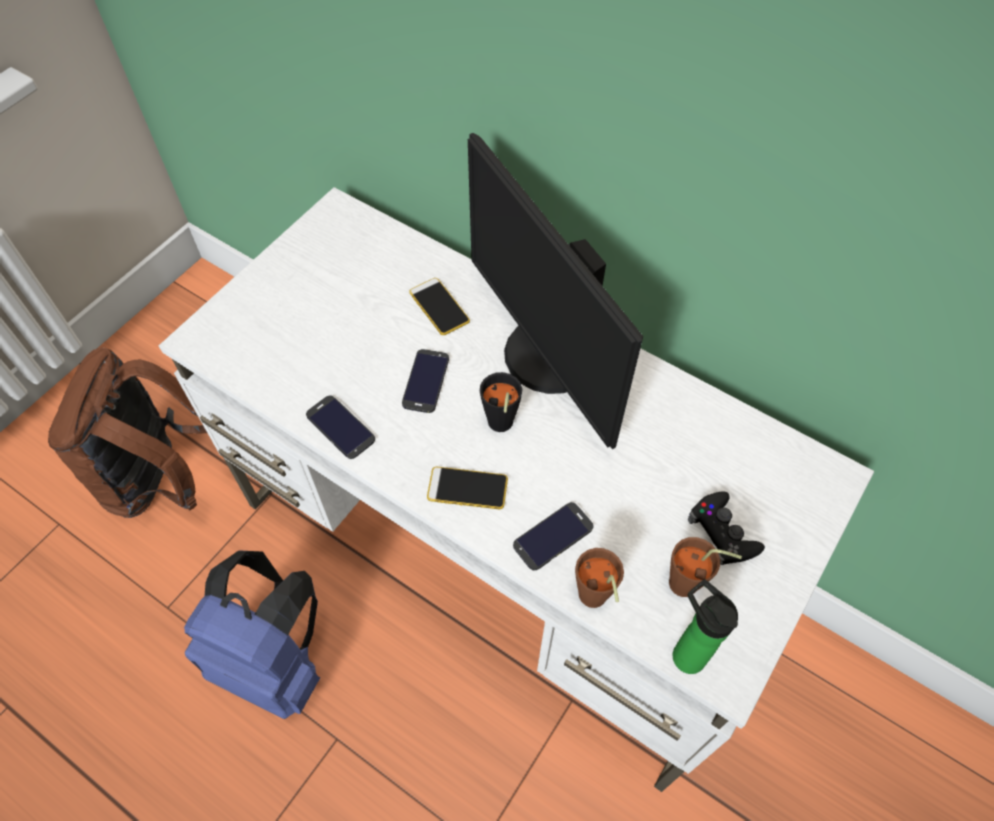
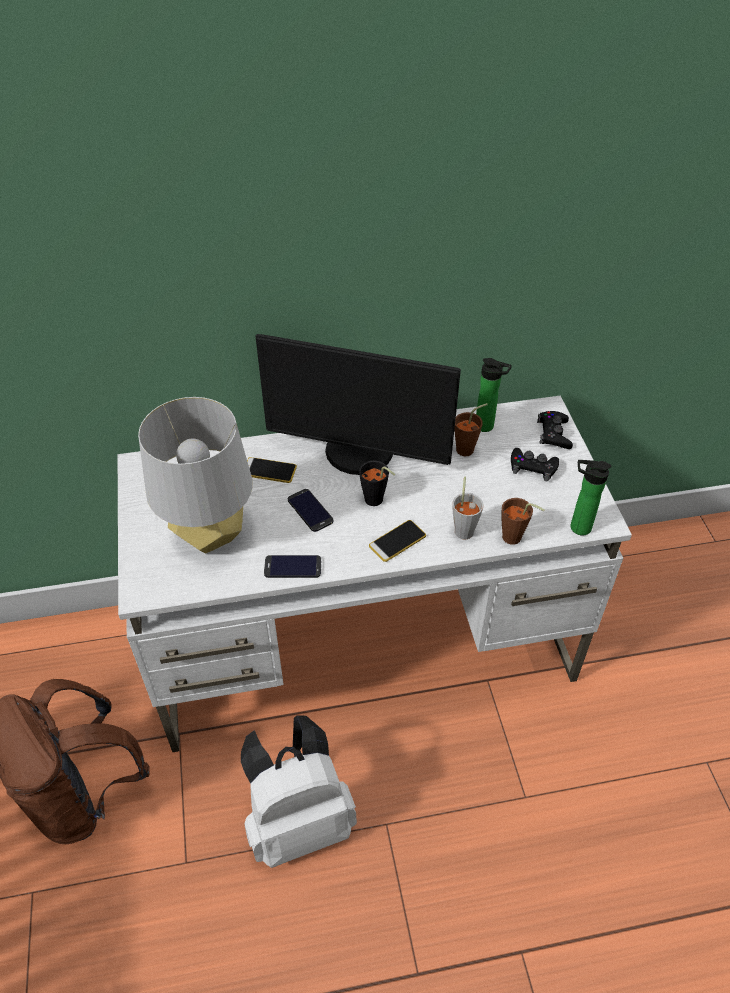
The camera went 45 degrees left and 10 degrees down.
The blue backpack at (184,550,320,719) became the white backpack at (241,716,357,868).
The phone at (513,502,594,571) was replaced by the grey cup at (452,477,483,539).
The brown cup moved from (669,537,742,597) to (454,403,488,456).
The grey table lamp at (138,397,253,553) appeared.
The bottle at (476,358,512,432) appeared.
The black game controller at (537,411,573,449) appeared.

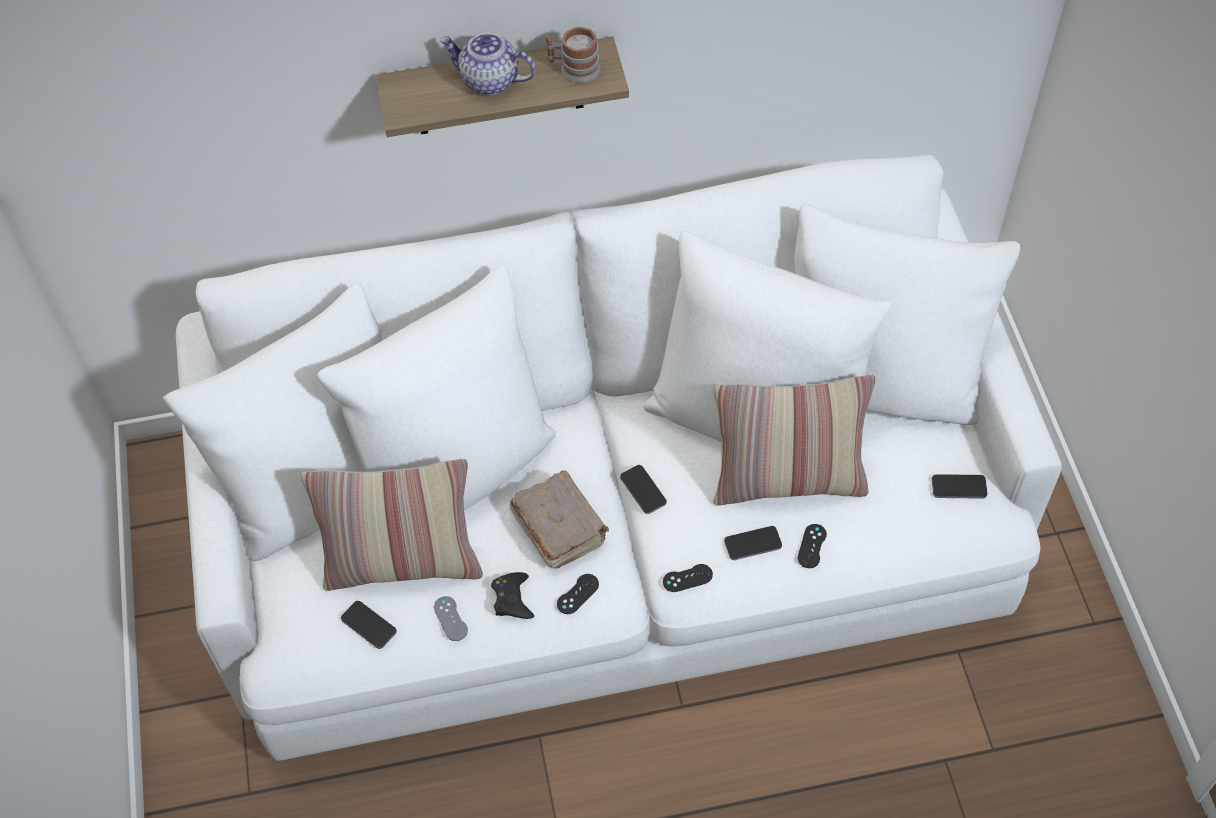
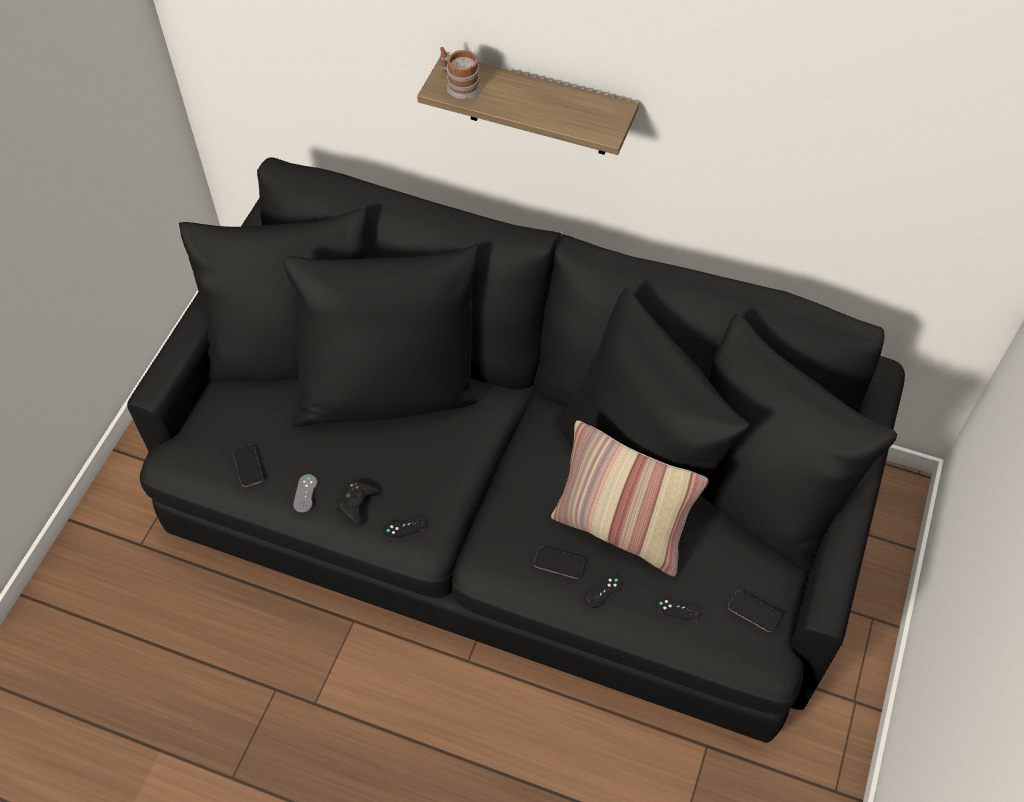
The camera went 30 degrees right and 0 degrees up.
The white sofa at (163,154,1062,761) became the black sofa at (127,157,905,743).
The pillow at (301,459,483,591) disappeared.
The teapot at (440,33,535,95) disappeared.
The brown book at (509,470,609,569) disappeared.
The mug moved from (545,27,601,83) to (440,47,481,99).
The phone at (620,465,667,514) disappeared.
The black game controller moved from (663,564,713,592) to (656,596,701,621).

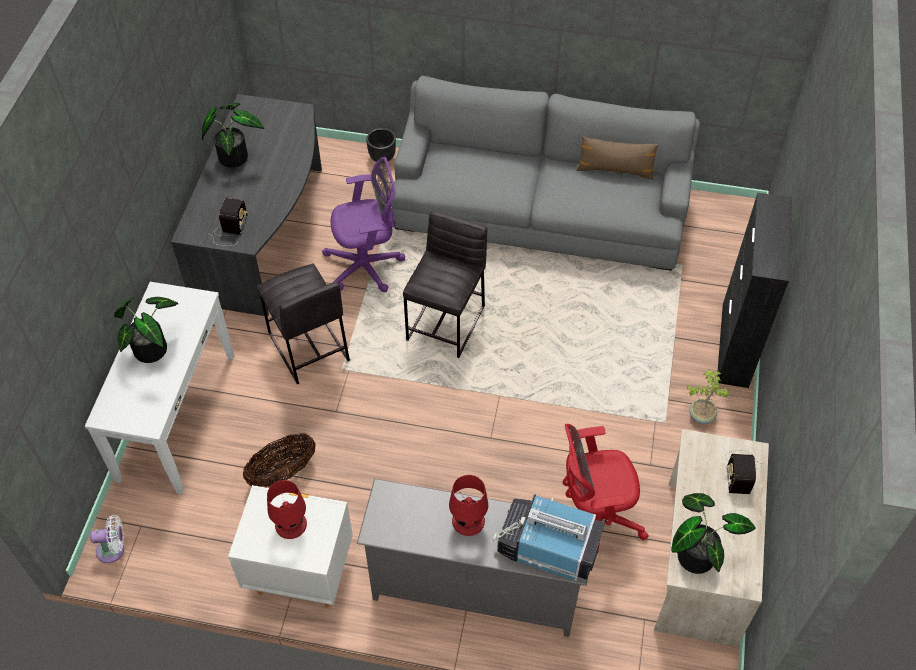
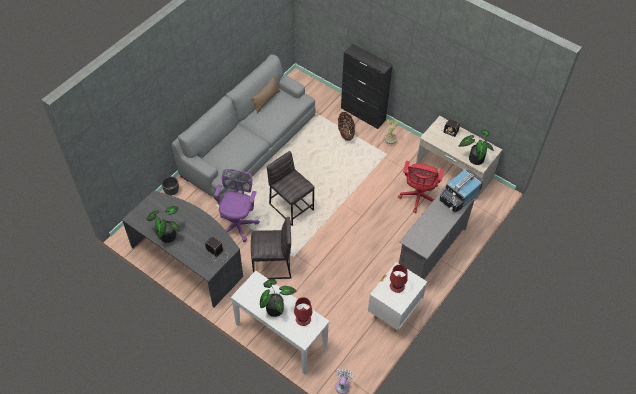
The camera went 65 degrees left and 0 degrees up.
The basket moved from (243,433,315,487) to (338,112,355,141).
The red table lamp moved from (449,475,488,536) to (294,297,312,326).

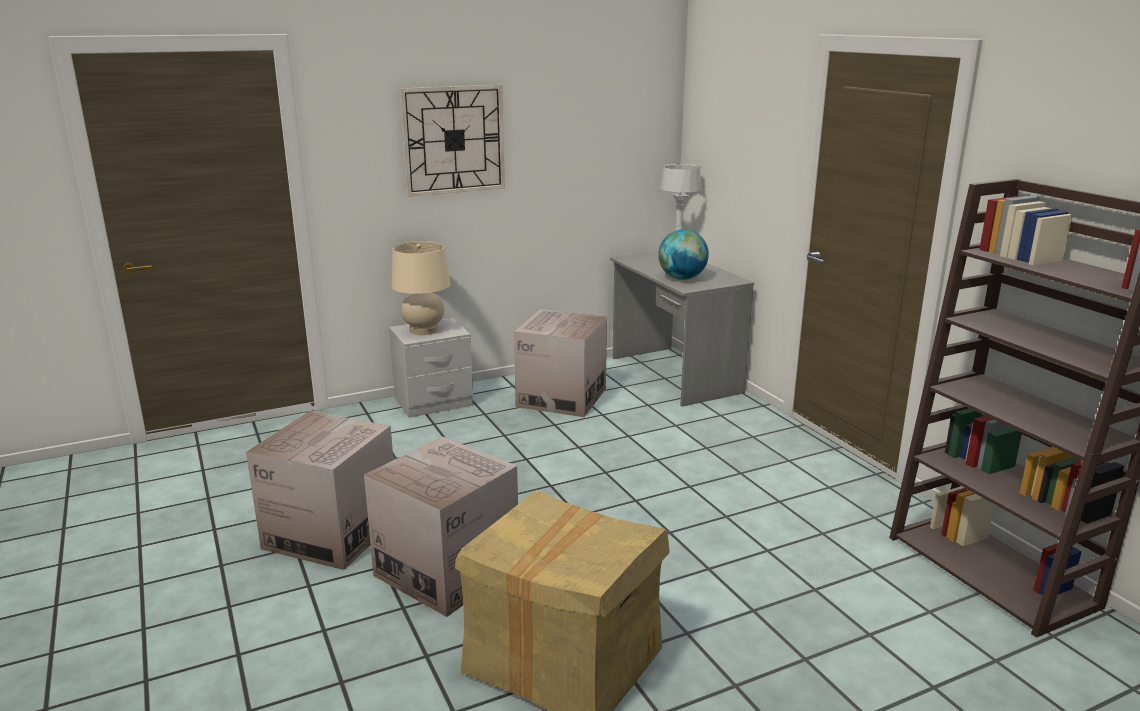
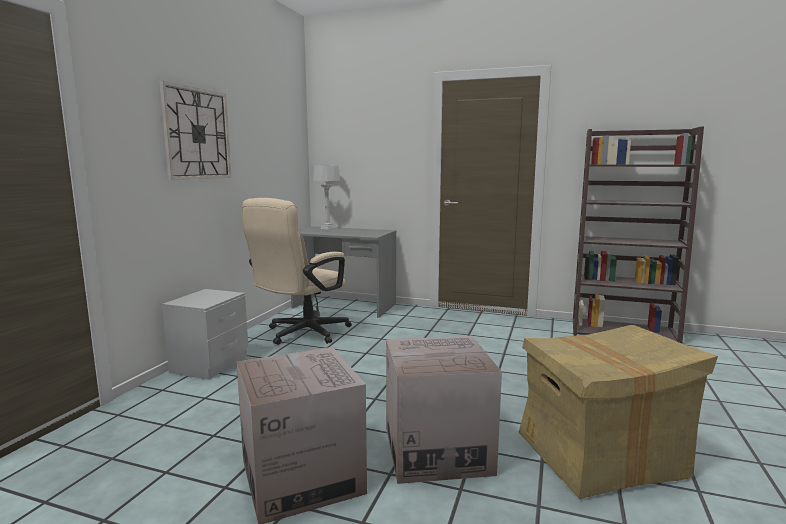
The camera went 45 degrees left and 10 degrees down.
The beige table lamp at (391,241,450,335) disappeared.
The cardboard box at (514,309,607,417) was replaced by the beige office chair at (241,198,352,345).
The globe at (658,229,709,280) disappeared.

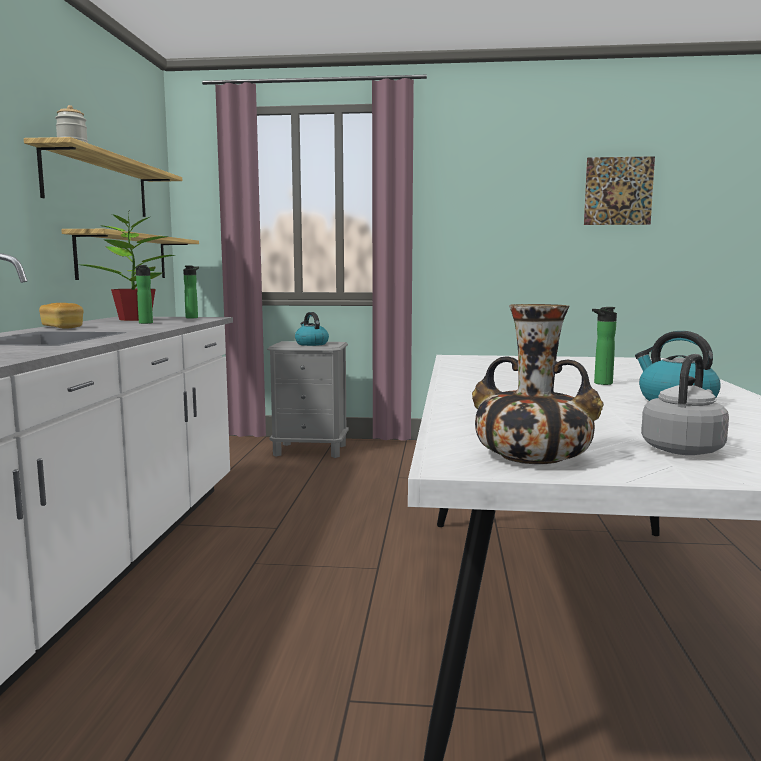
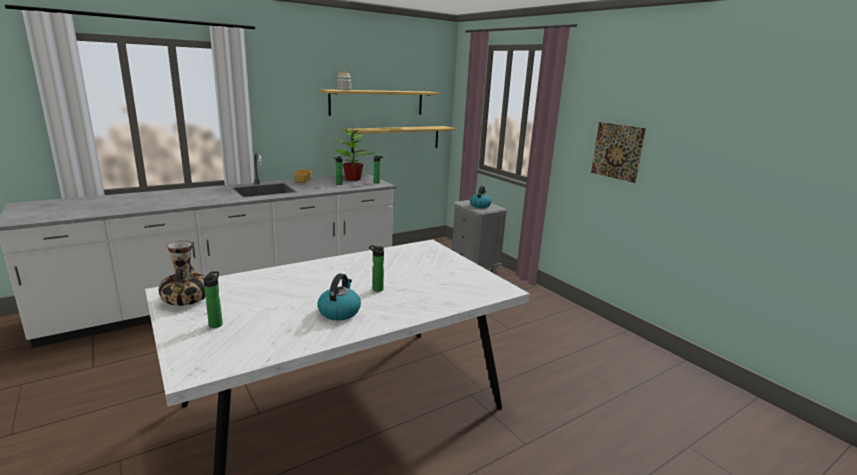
The camera went 50 degrees right and 10 degrees up.
The picture moved from (584,156,655,225) to (591,122,646,183).
The grey kettle at (641,354,729,455) was replaced by the bottle at (203,271,223,328).

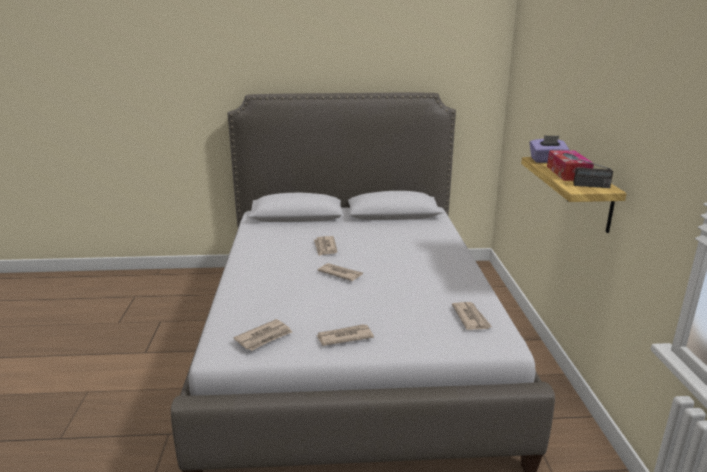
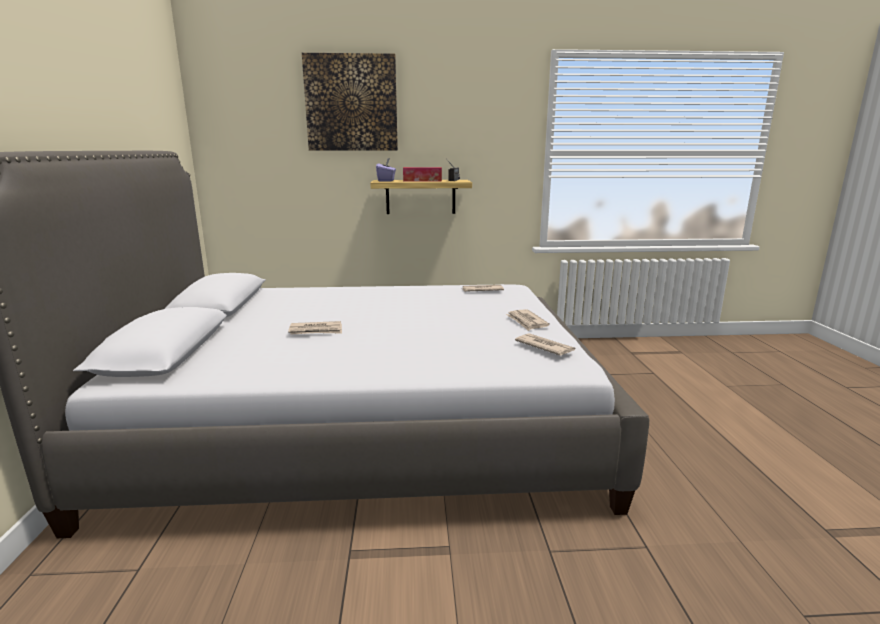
The camera went 90 degrees left and 5 degrees down.
The newspaper at (318,263,363,281) disappeared.
The picture at (302,53,398,151) appeared.

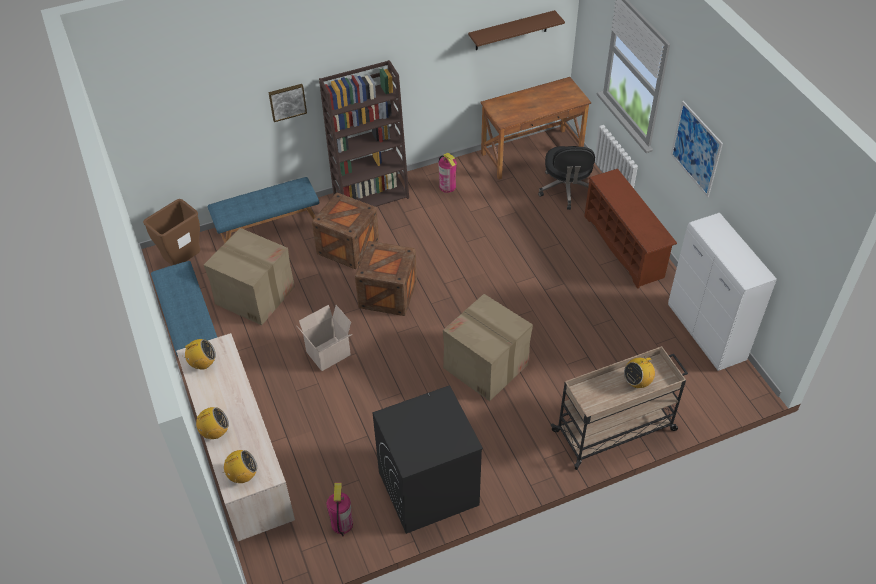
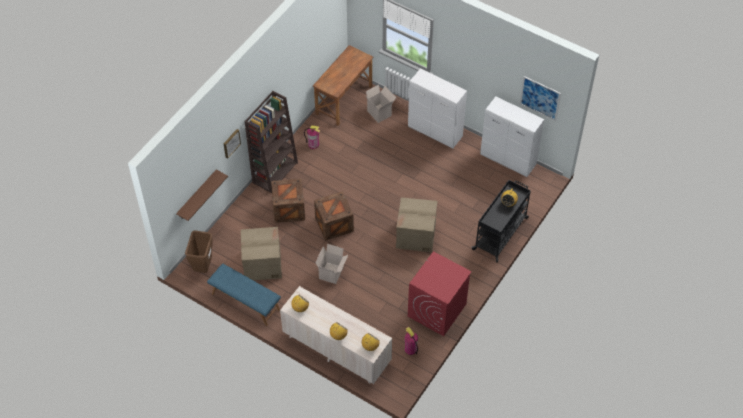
The camera went 35 degrees left and 5 degrees up.
The blue bench at (208,177,319,244) disappeared.
The black washing machine at (373,385,483,534) became the red washing machine at (408,251,472,336).
The brown shelf moved from (468,10,565,50) to (176,170,228,221).
The black office chair at (538,146,595,210) was replaced by the cardboard box at (366,85,396,123).
The beige cart at (551,346,688,470) became the black cart at (471,180,531,262).
The brown shoe rack at (584,169,677,289) was replaced by the white cabinet at (408,68,467,149).
The picture moved from (671,101,723,197) to (520,76,561,121).

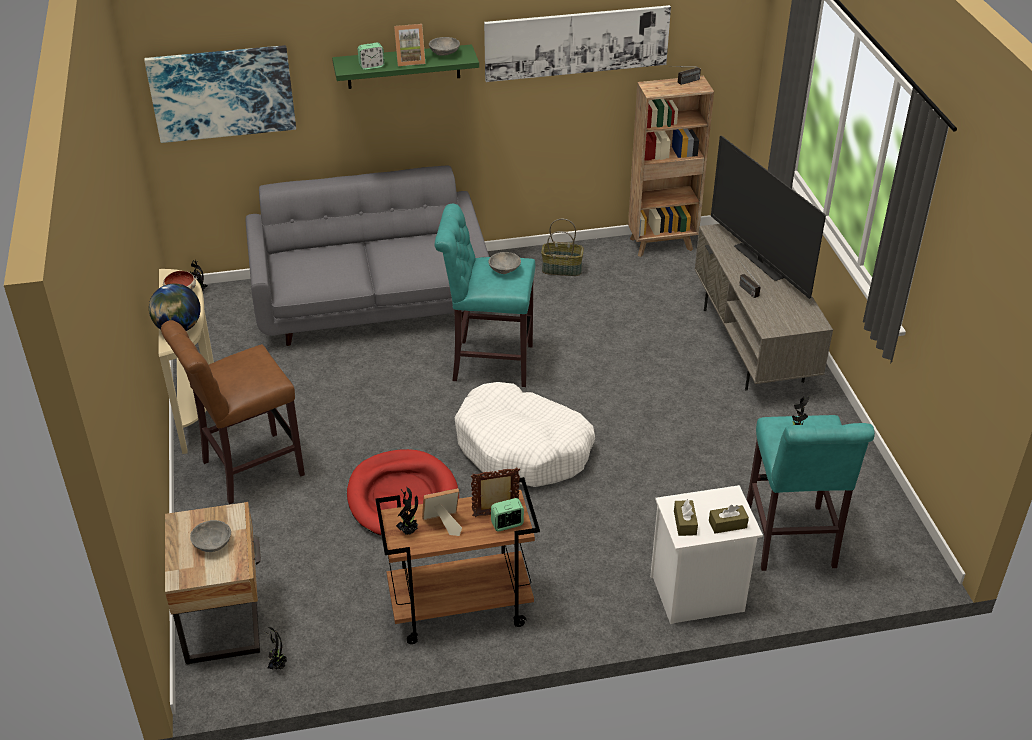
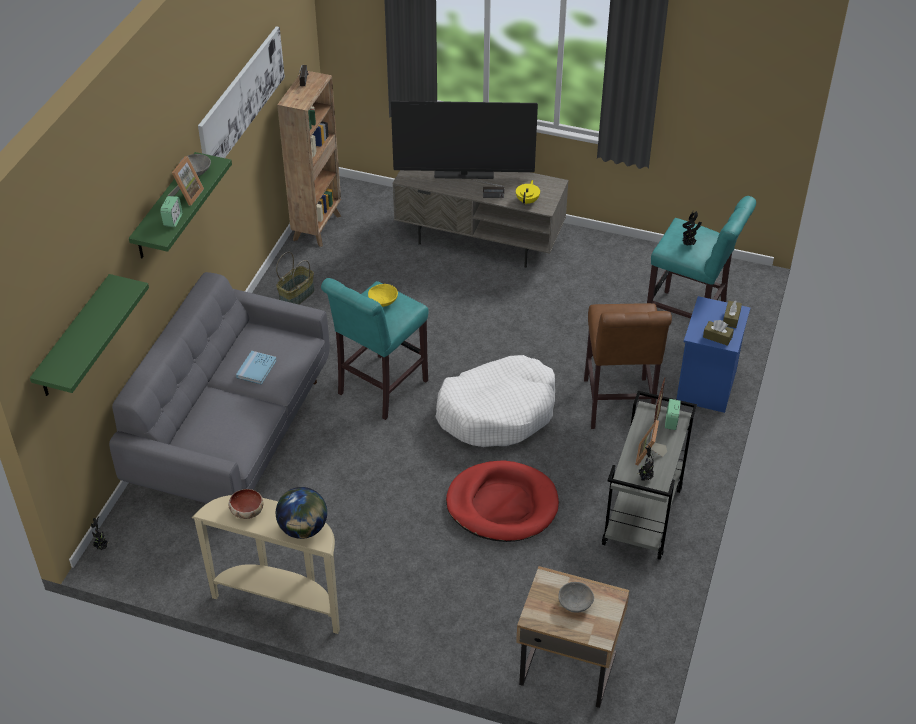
The camera went 60 degrees left and 5 degrees up.
The picture at (144,45,296,143) was replaced by the green shelf at (30,274,149,396).
The brown stool moved from (161,320,305,504) to (584,303,672,429).
The potted plant at (265,627,287,669) disappeared.
The brown cart at (375,477,540,644) became the grey cart at (602,391,697,560).
The grey bowl at (489,252,521,274) became the yellow bowl at (368,284,398,307).
The white nightstand at (650,485,763,624) became the blue nightstand at (676,296,750,413).
The blue book at (236,351,277,385) appeared.
The yellow teapot at (516,180,540,205) appeared.

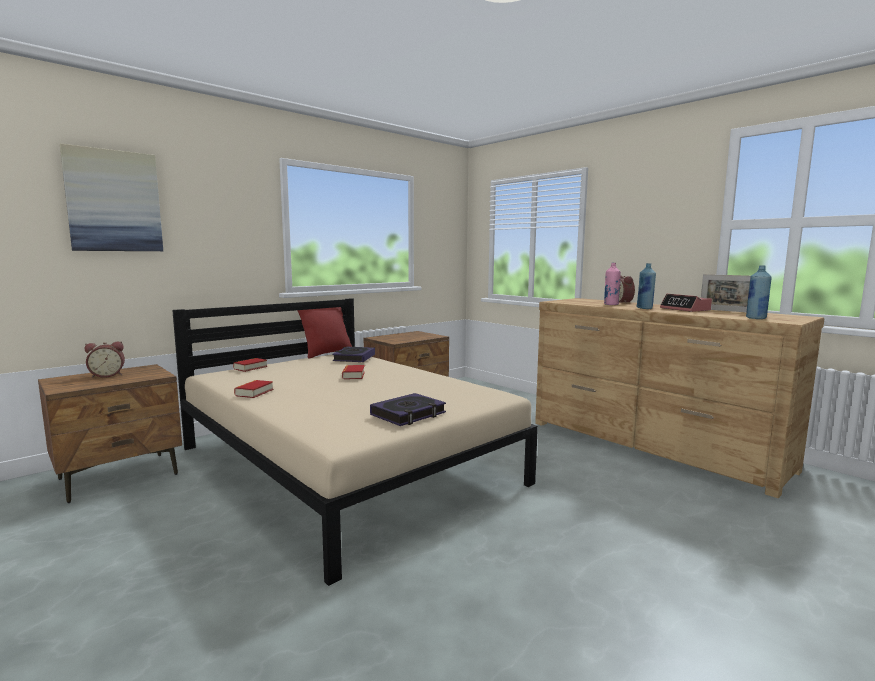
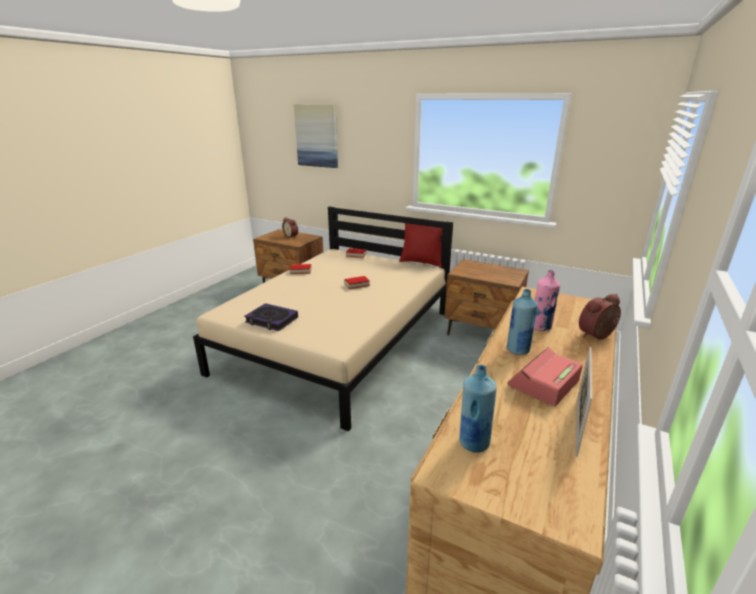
The camera went 70 degrees right and 15 degrees up.
The book at (332,347,375,362) disappeared.

